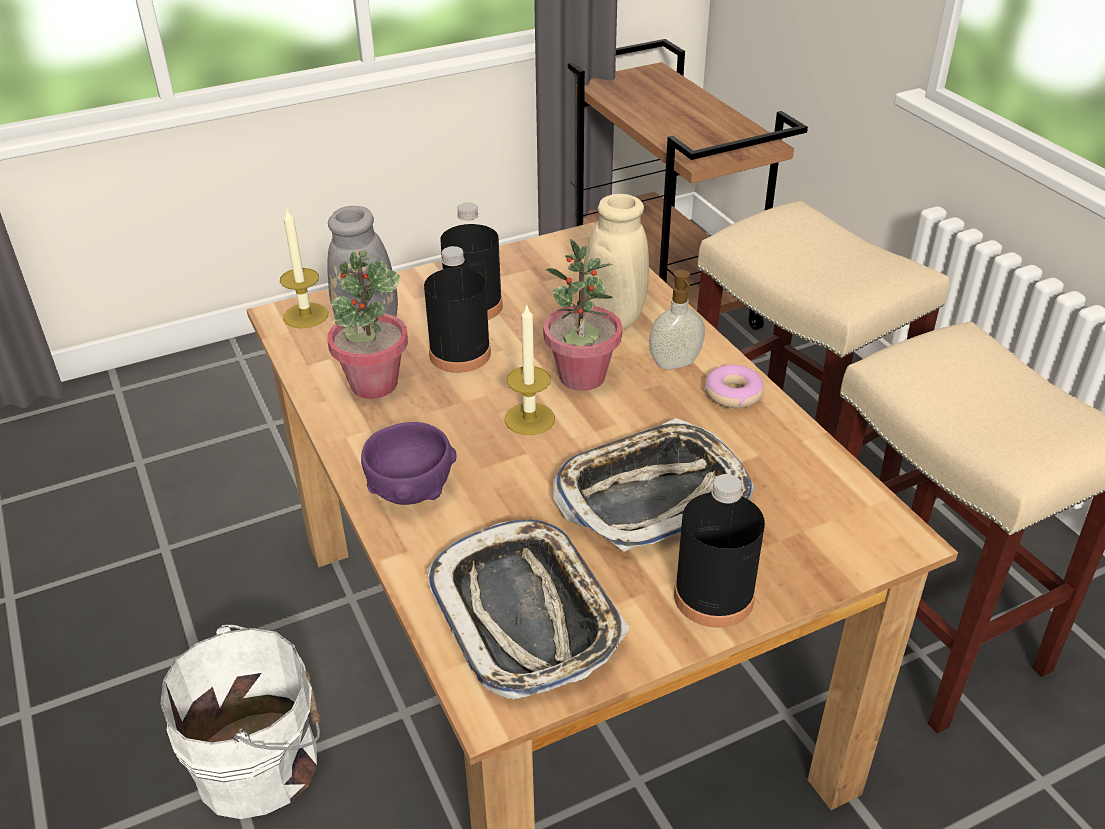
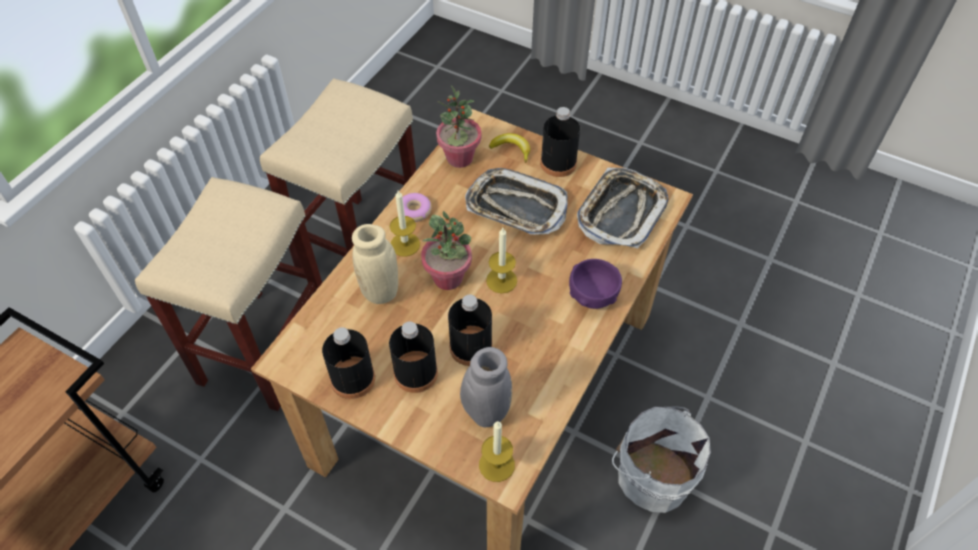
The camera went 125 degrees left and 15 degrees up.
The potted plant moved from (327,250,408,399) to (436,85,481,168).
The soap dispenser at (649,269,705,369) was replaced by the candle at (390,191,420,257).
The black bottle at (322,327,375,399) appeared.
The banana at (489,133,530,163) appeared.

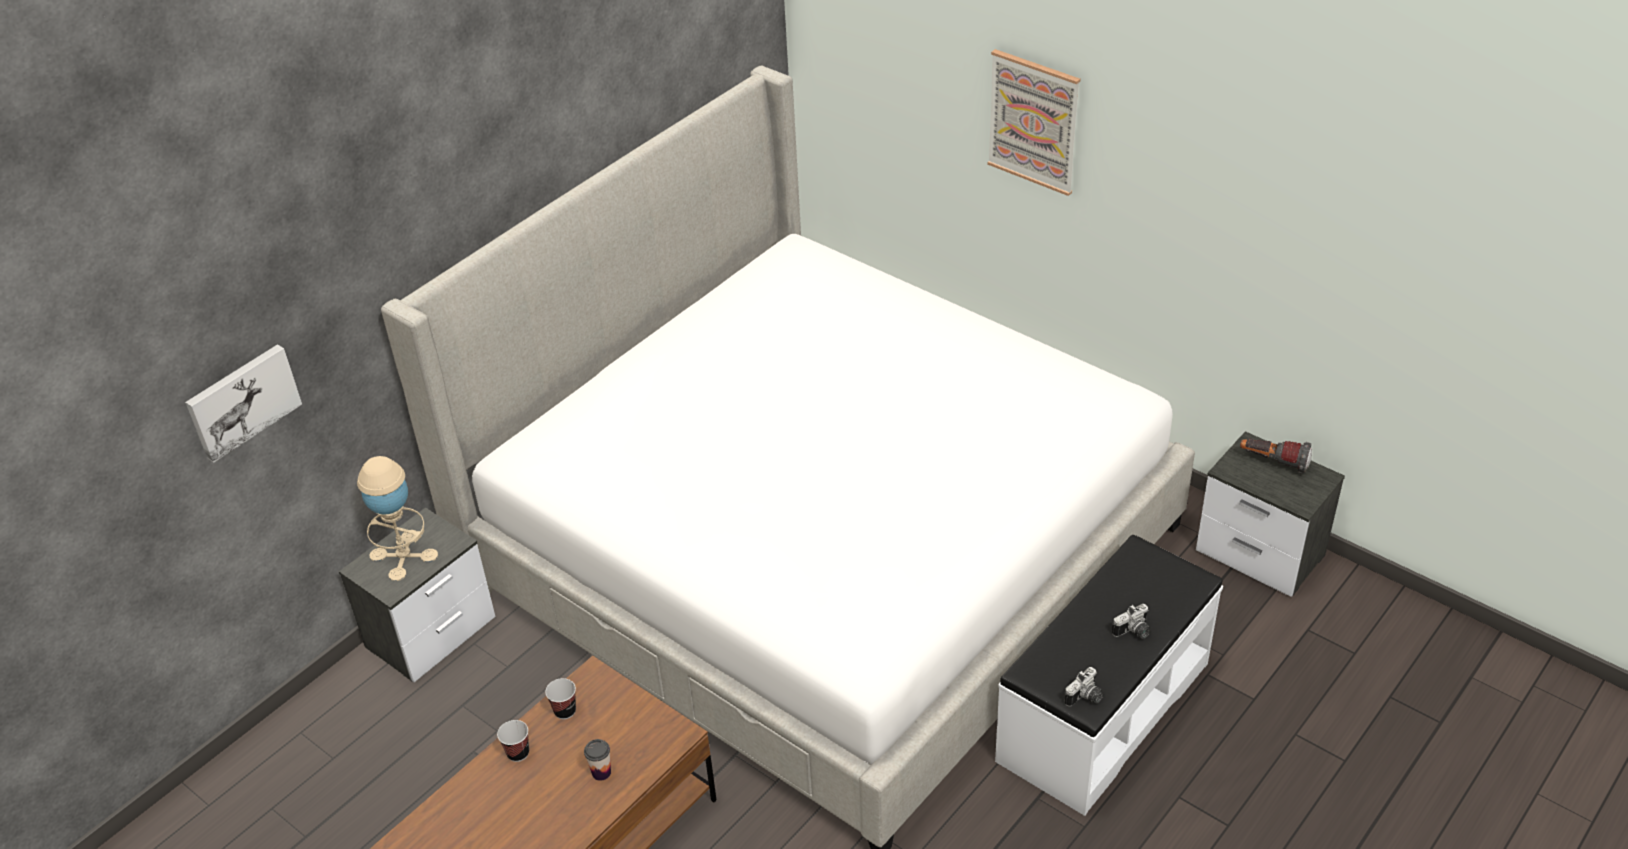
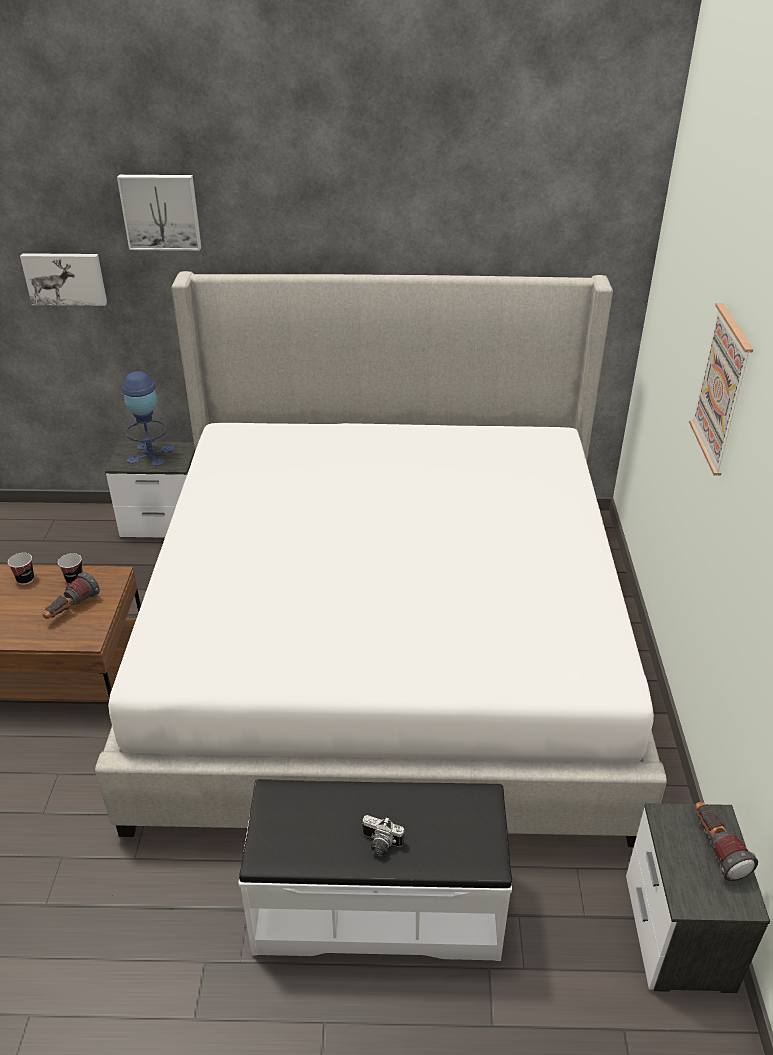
The camera went 50 degrees right and 5 degrees down.
The beige table lamp at (357,456,438,581) became the blue table lamp at (121,371,174,466).
The cup at (584,739,611,781) disappeared.
The photo camera at (1064,667,1104,707) disappeared.
The flashlight at (42,572,100,619) appeared.
The picture at (117,175,201,251) appeared.

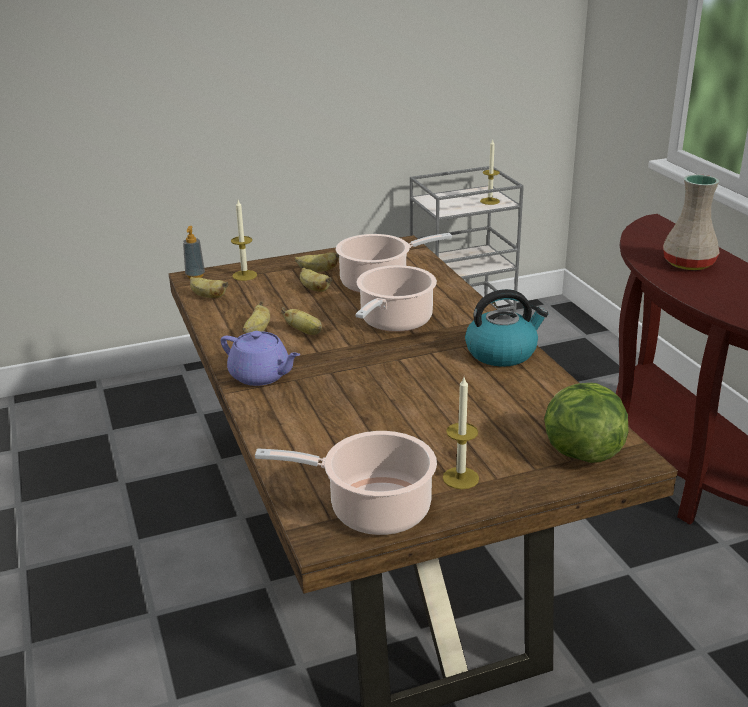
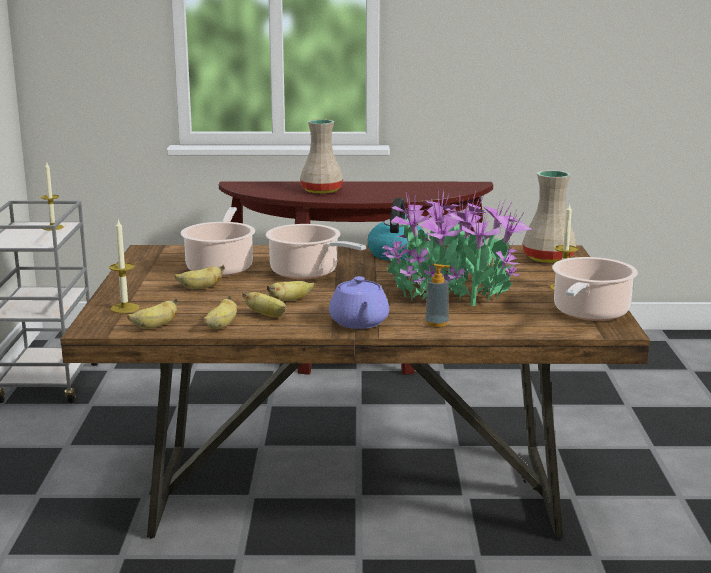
The camera went 70 degrees left and 10 degrees down.
The soap dispenser moved from (183,226,205,278) to (425,264,451,327).
The purple teapot at (221,331,300,386) turned 120 degrees clockwise.
The banana moved from (295,252,339,272) to (203,295,237,329).
The lettuce at (544,383,628,463) was replaced by the beige vase at (522,170,577,263).
The potted plant at (380,190,532,306) appeared.

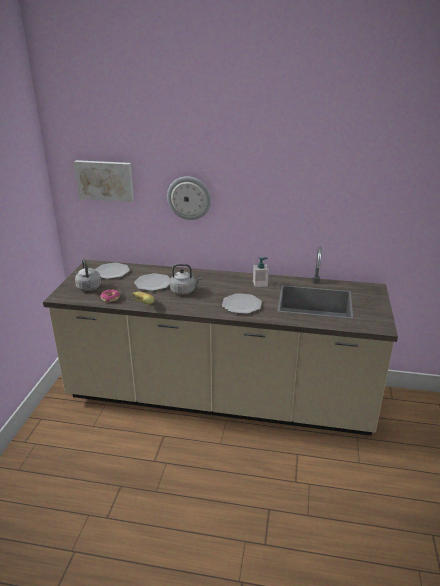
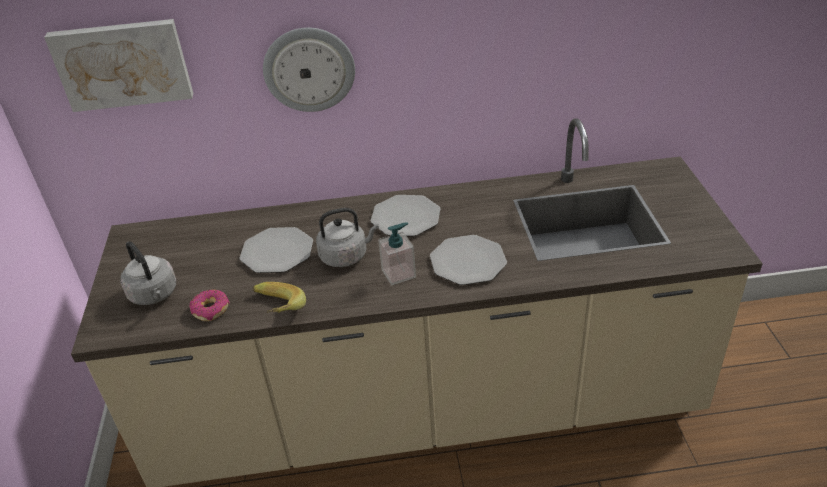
The camera went 15 degrees left and 10 degrees up.
The plate moved from (94,263,130,279) to (370,195,441,236).
The soap dispenser moved from (253,257,269,287) to (378,222,416,285).

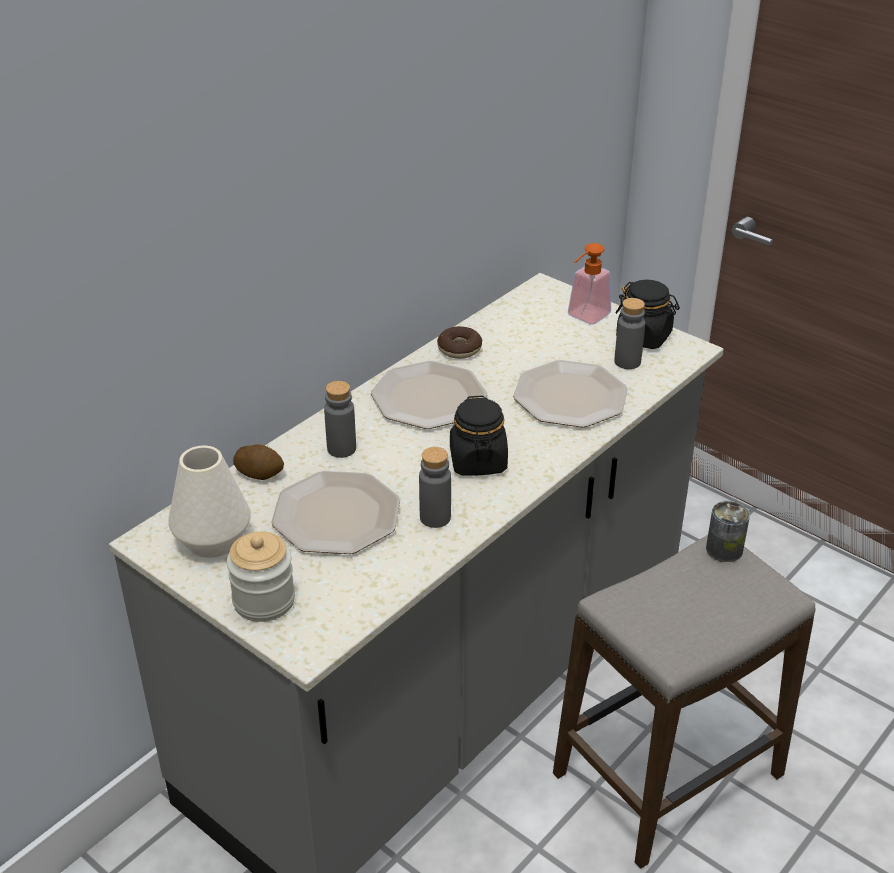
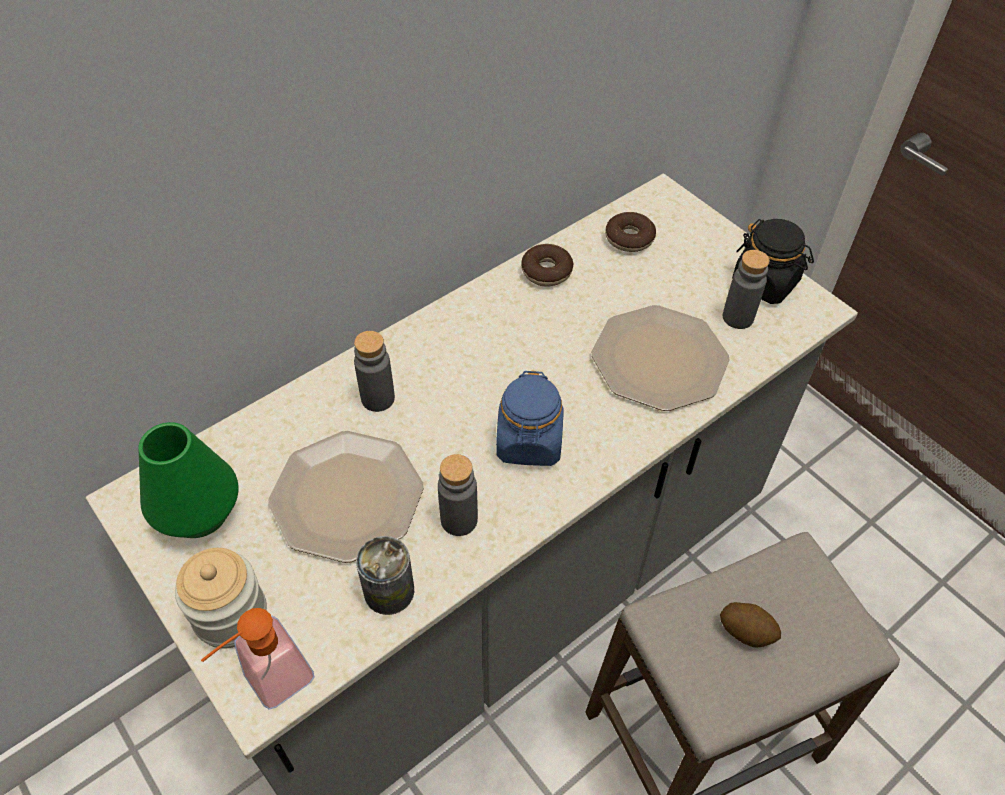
The camera went 10 degrees right and 15 degrees up.
The white vase at (168,446,250,558) became the green vase at (138,422,238,538).
The potato moved from (233,444,284,480) to (720,602,781,648).
The plate at (371,361,487,429) disappeared.
The black jar at (450,395,508,476) became the blue jar at (496,370,563,466).
The soap dispenser moved from (568,243,611,325) to (201,608,315,710).
The can moved from (706,501,750,562) to (356,536,414,615).
The donut at (605,212,656,252) appeared.

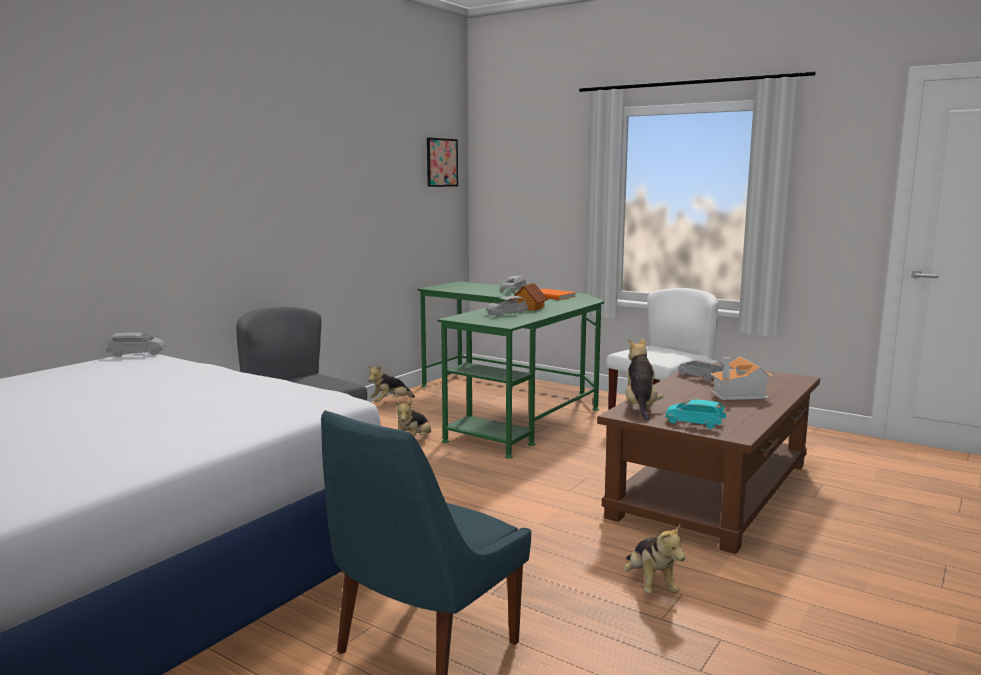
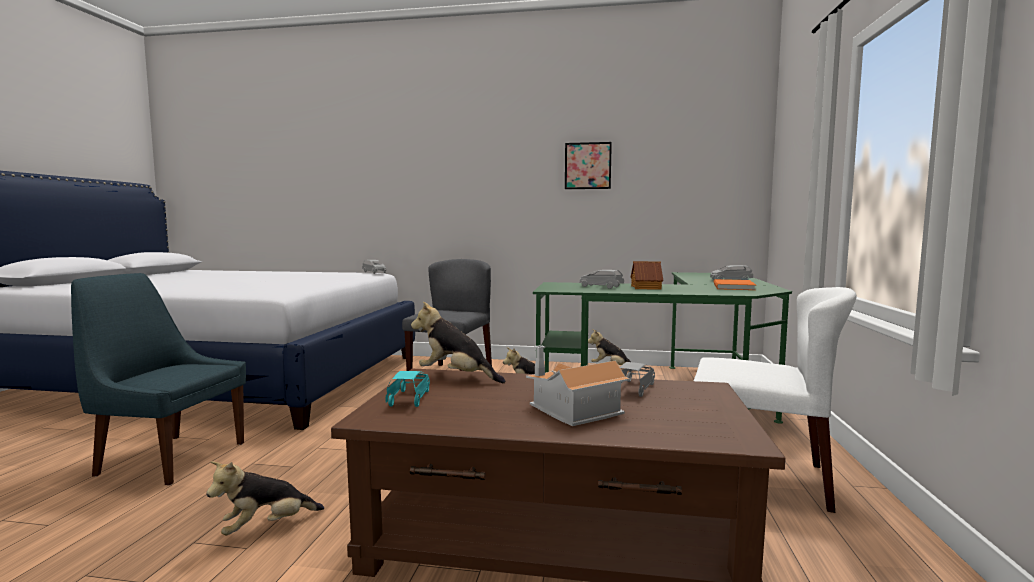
The camera went 65 degrees right and 5 degrees down.
The picture moved from (427,137,458,187) to (565,142,612,189).
The plush toy at (626,339,664,421) turned 135 degrees counterclockwise.

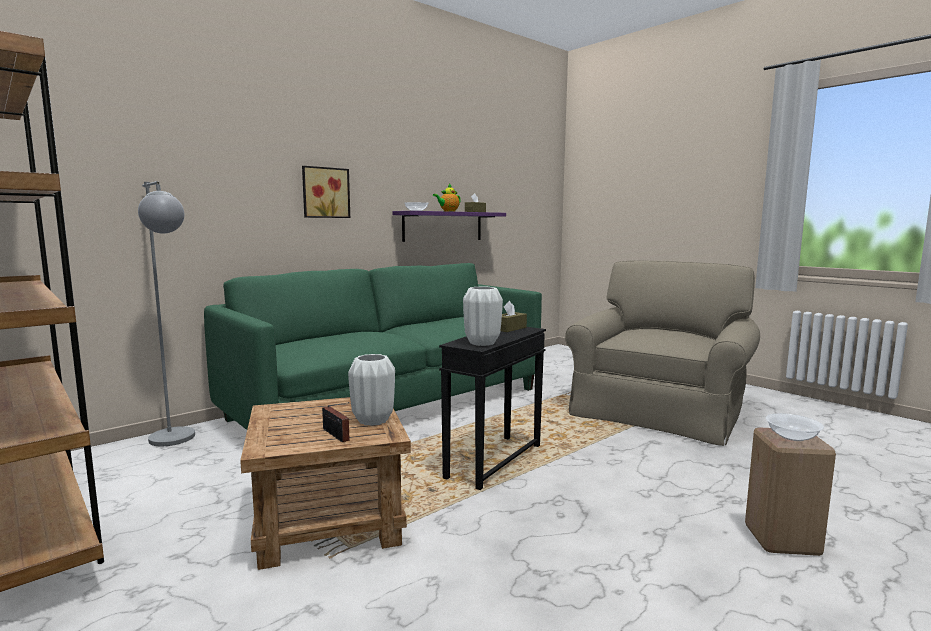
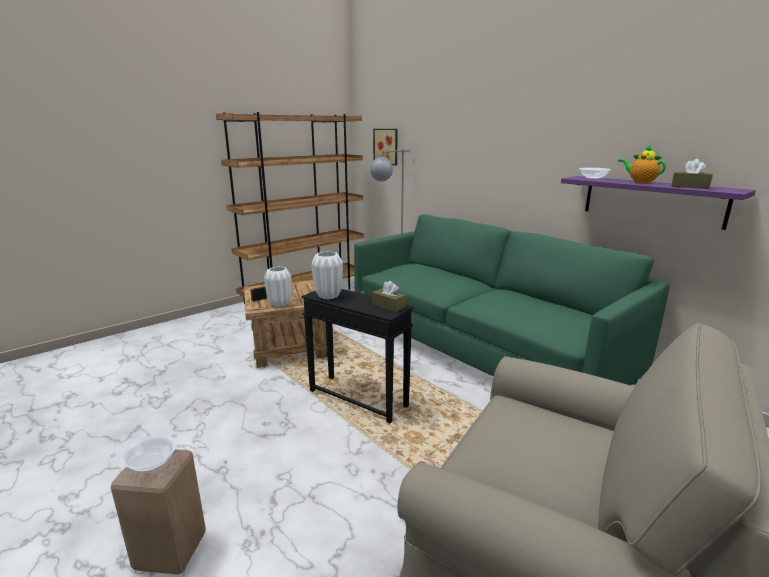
The camera went 90 degrees right and 10 degrees up.
The picture moved from (302,166,350,218) to (373,129,398,165).

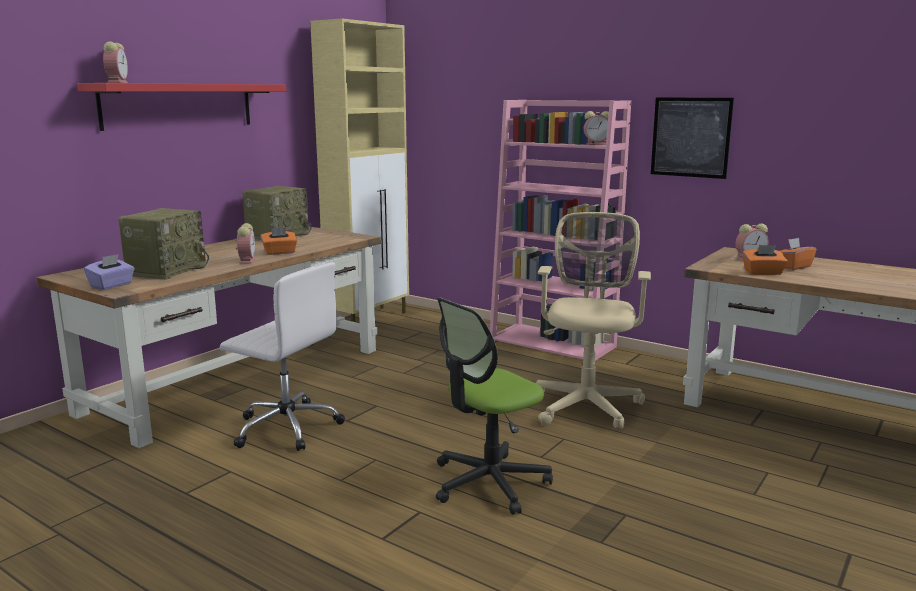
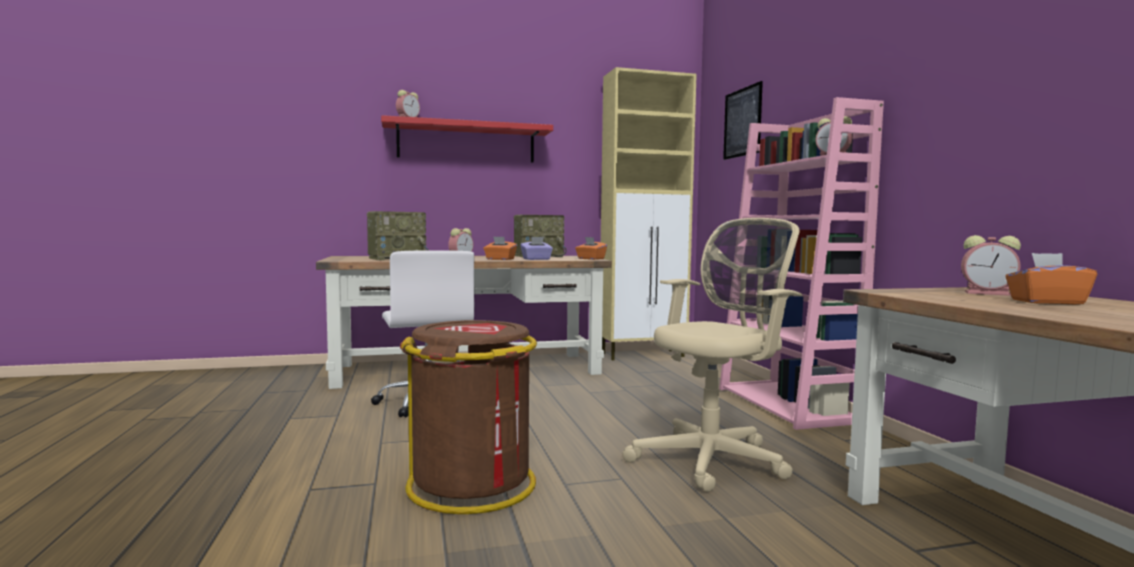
The camera went 40 degrees right and 10 degrees down.
The purple tissue box moved from (84,254,135,290) to (520,237,553,260).
The office chair at (436,297,553,515) was replaced by the brown trash can at (400,320,537,514).
The picture moved from (651,97,734,179) to (723,81,763,160).
The orange tissue box moved from (742,245,788,275) to (575,237,607,260).

